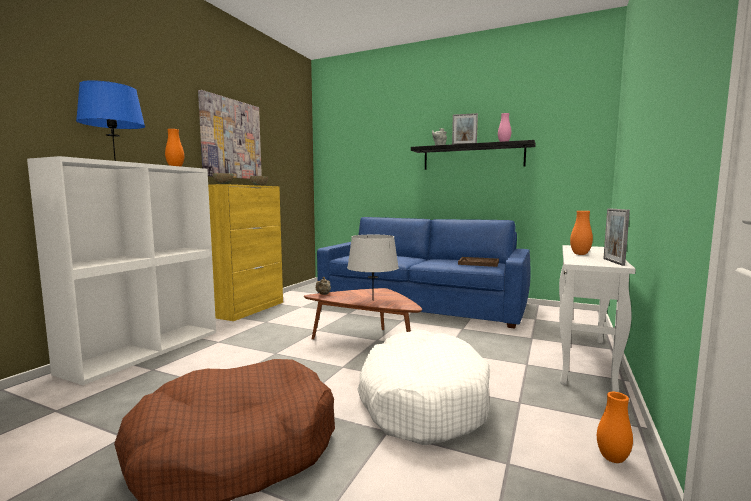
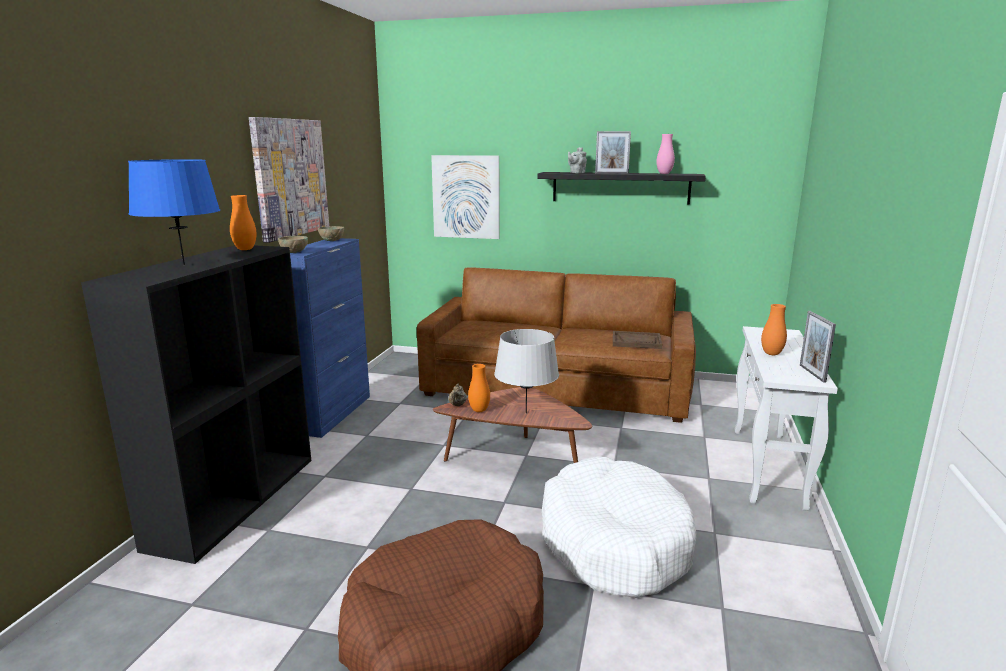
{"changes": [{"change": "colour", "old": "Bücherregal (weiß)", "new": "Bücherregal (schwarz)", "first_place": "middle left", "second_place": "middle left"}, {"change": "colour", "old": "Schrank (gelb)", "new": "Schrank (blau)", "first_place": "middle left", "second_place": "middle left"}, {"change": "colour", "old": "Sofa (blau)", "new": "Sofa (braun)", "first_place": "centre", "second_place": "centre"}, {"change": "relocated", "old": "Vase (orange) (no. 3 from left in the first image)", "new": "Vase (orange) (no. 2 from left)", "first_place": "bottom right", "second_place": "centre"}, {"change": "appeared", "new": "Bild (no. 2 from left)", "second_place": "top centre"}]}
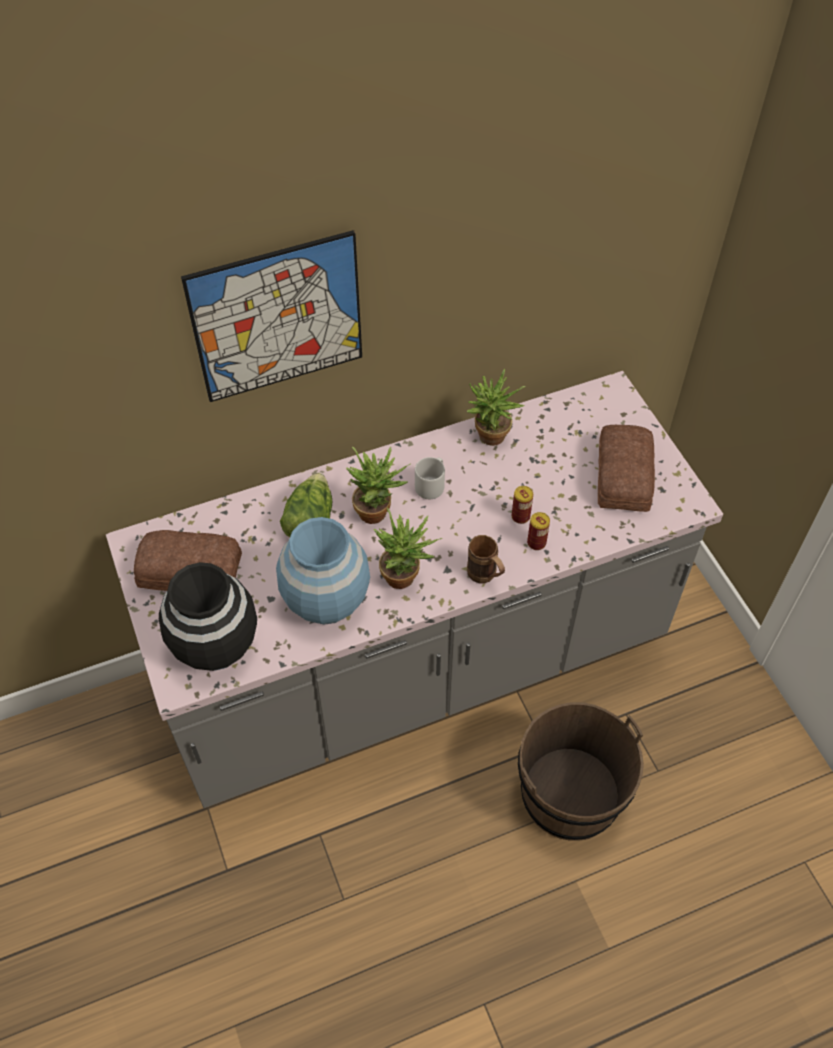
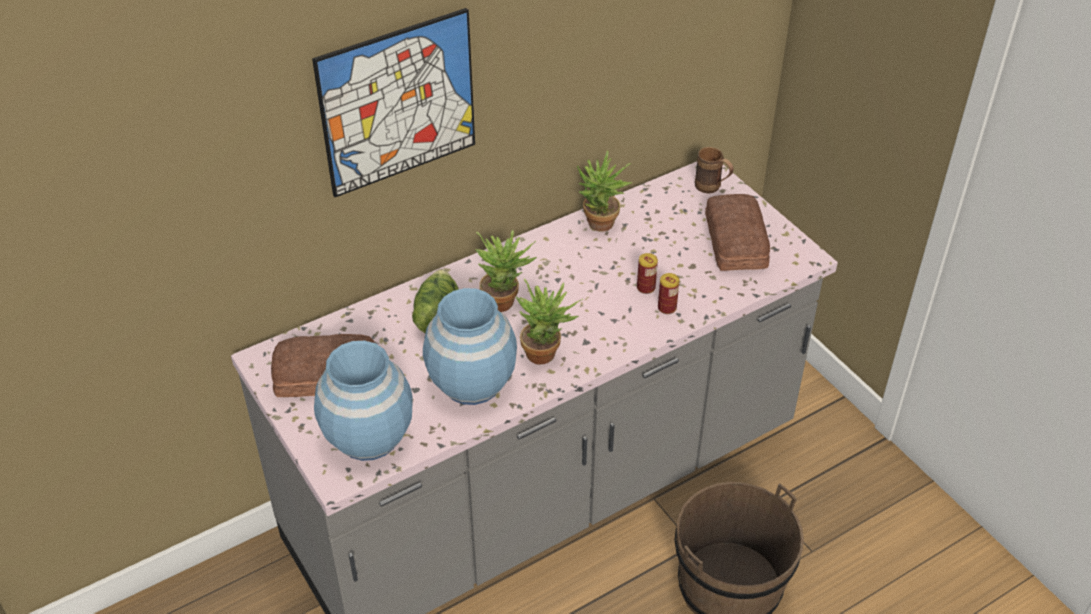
{"changes": [{"change": "colour", "old": "Vase (schwarz)", "new": "Vase (blau) (no. 1 from left)", "first_place": "middle left", "second_place": "middle left"}, {"change": "missing", "old": "Henkelbecher (grau)", "first_place": "centre"}, {"change": "relocated", "old": "Henkelbecher (braun)", "first_place": "centre", "second_place": "top centre"}]}
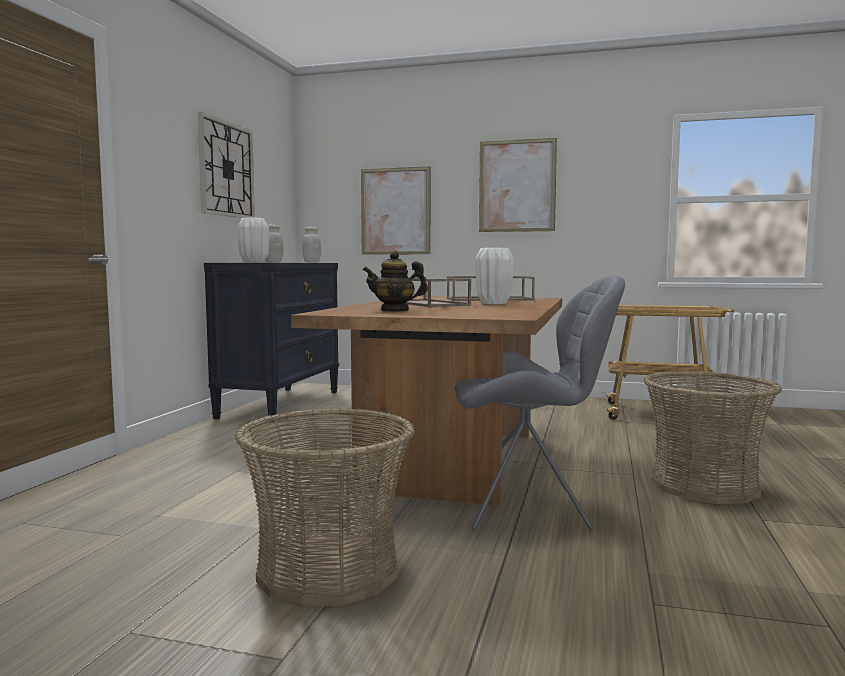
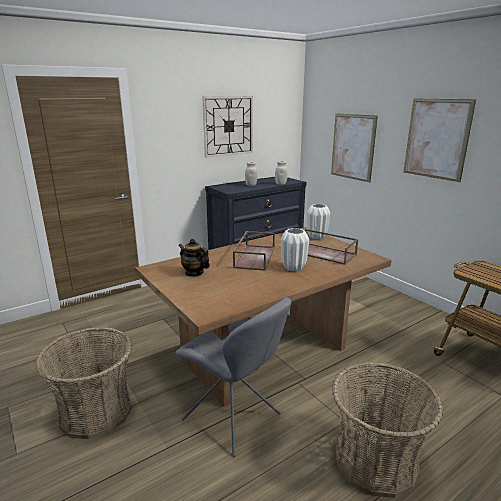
{"changes": [{"change": "relocated", "old": "Vase (weiß) (no. 1 from left in the first image)", "new": "Vase (weiß) (no. 2 from left)", "first_place": "middle left", "second_place": "centre"}]}
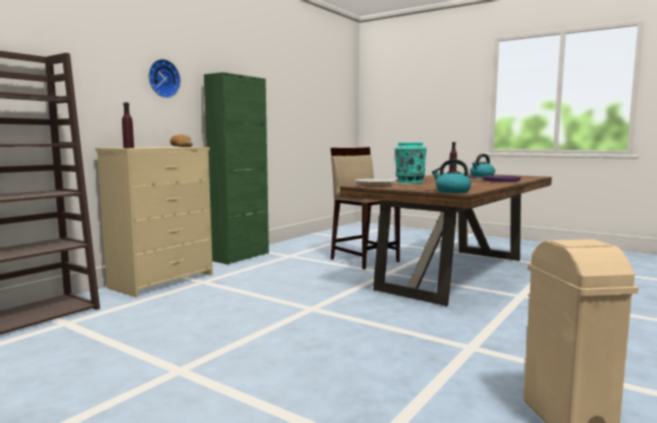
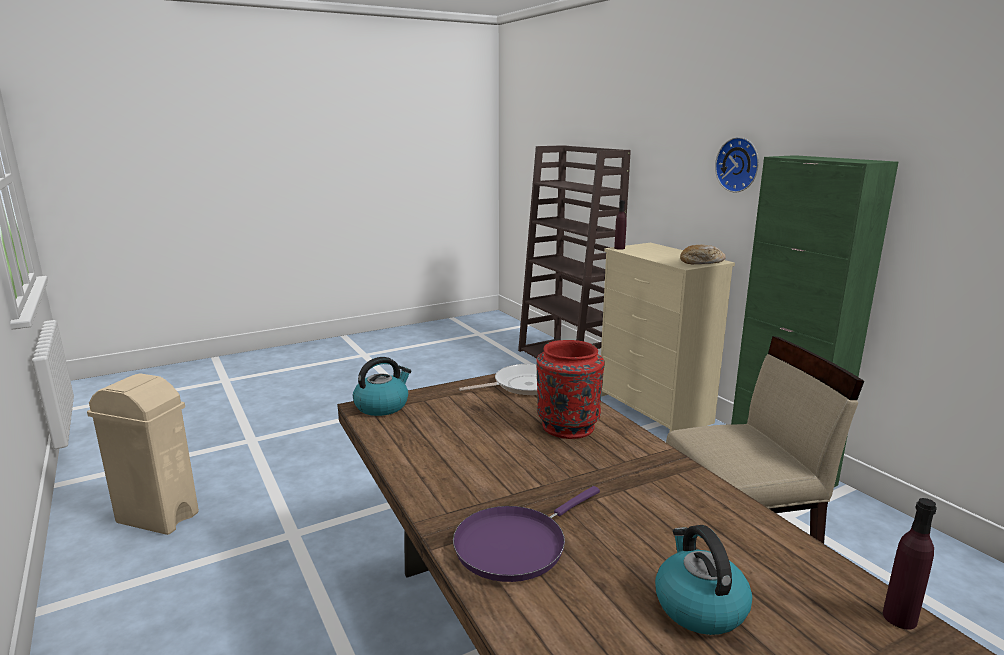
{"changes": [{"change": "colour", "old": "Vase (türkis)", "new": "Vase (rot)", "first_place": "centre", "second_place": "centre"}]}
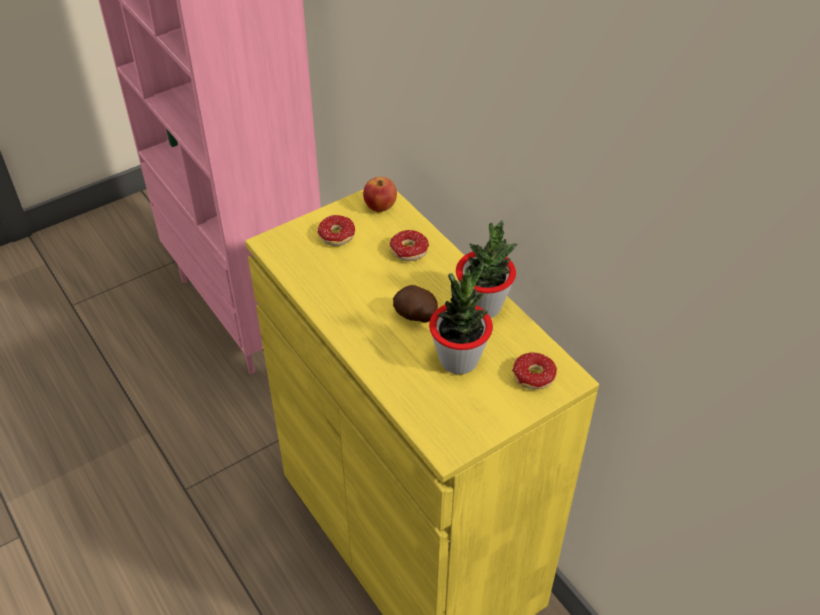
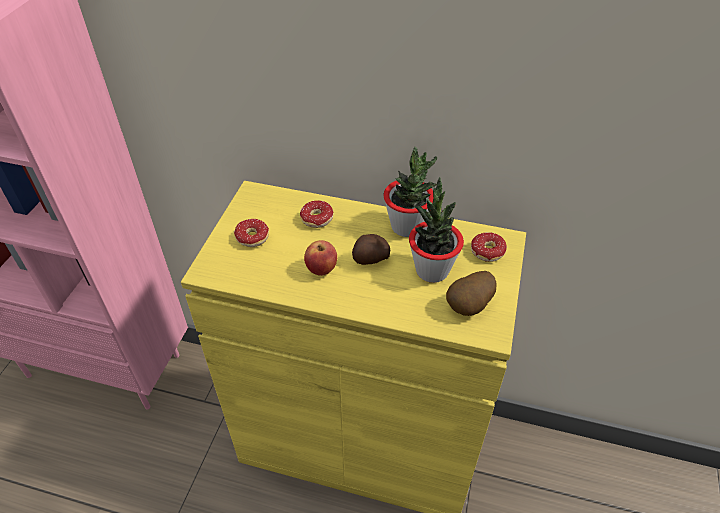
{"changes": [{"change": "relocated", "old": "Apfel", "first_place": "top centre", "second_place": "centre"}, {"change": "appeared", "new": "Kartoffel (no. 2 from left)", "second_place": "centre"}]}
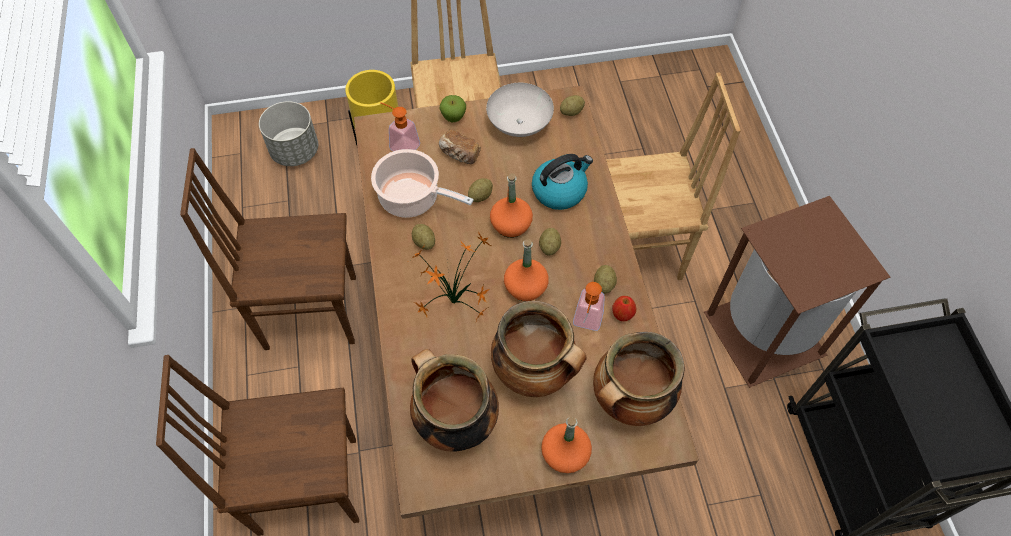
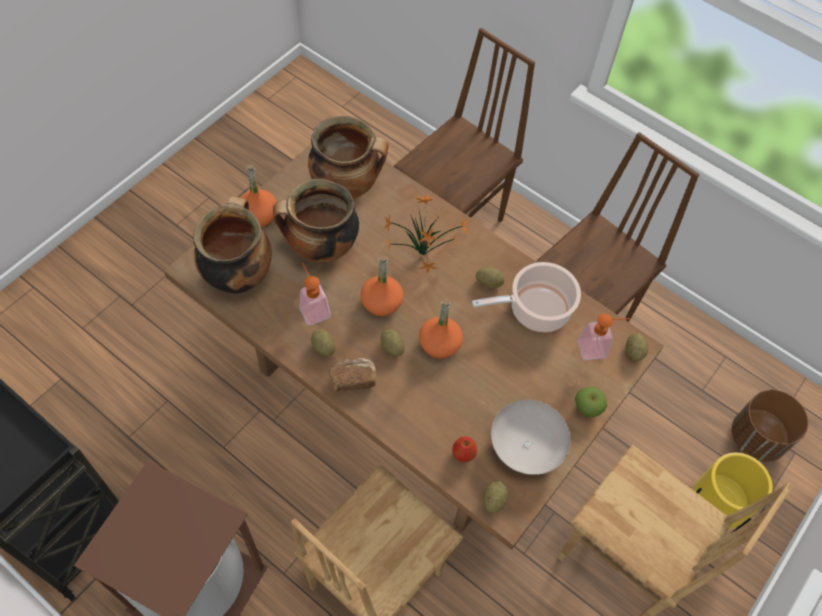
{"changes": [{"change": "colour", "old": "Pflanzkübel (grau)", "new": "Pflanzkübel (braun)", "first_place": "top left", "second_place": "bottom right"}, {"change": "relocated", "old": "Brot", "first_place": "top centre", "second_place": "centre"}, {"change": "relocated", "old": "Kartoffel (no. 2 from left in the first image)", "new": "Kartoffel (no. 5 from left)", "first_place": "centre", "second_place": "middle right"}, {"change": "missing", "old": "Wasserkessel", "first_place": "centre"}, {"change": "relocated", "old": "Apfel (no. 2 from left in the first image)", "new": "Apfel (no. 1 from left)", "first_place": "centre", "second_place": "bottom centre"}]}
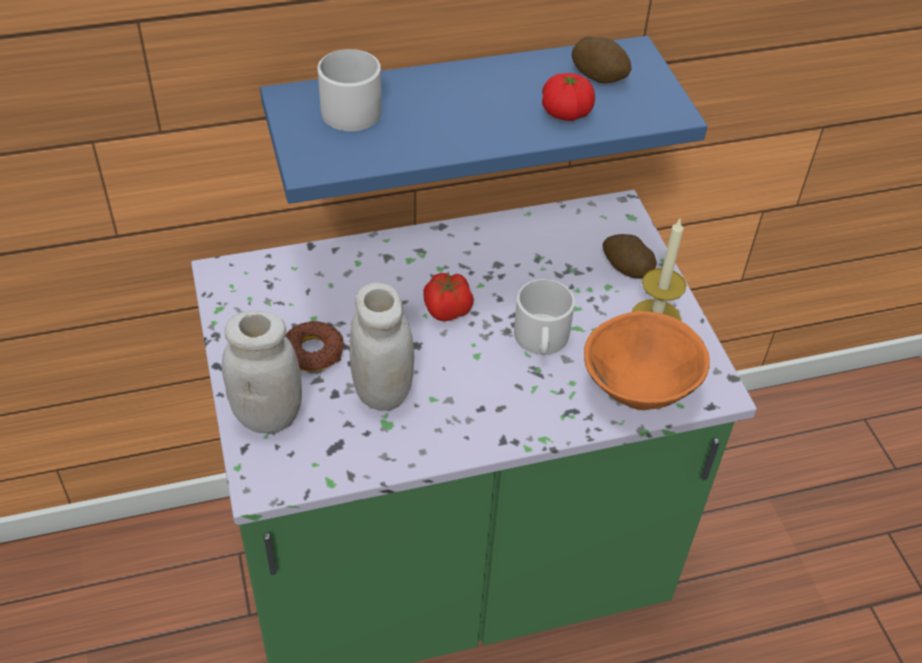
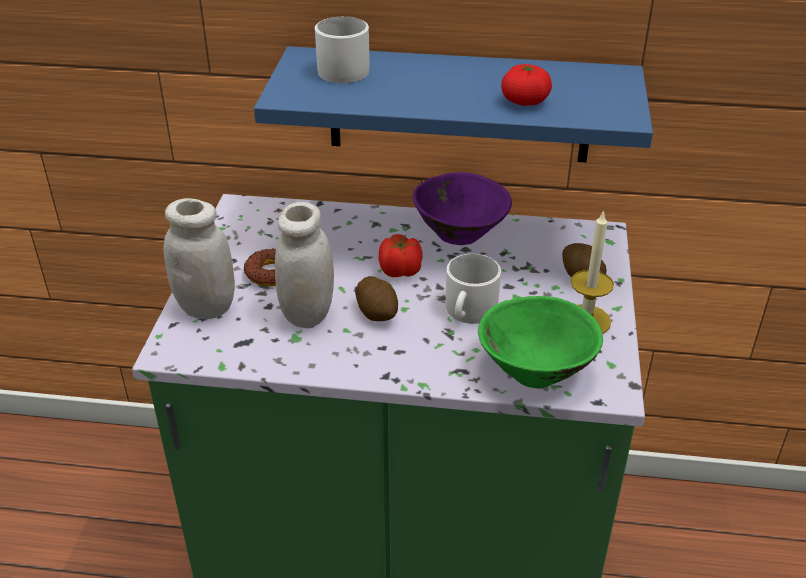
{"changes": [{"change": "relocated", "old": "Kartoffel (no. 1 from left)", "first_place": "top centre", "second_place": "centre"}, {"change": "colour", "old": "Schüssel (orange)", "new": "Schüssel (grün)", "first_place": "middle right", "second_place": "middle right"}, {"change": "appeared", "new": "Schüssel (lila)", "second_place": "centre"}]}
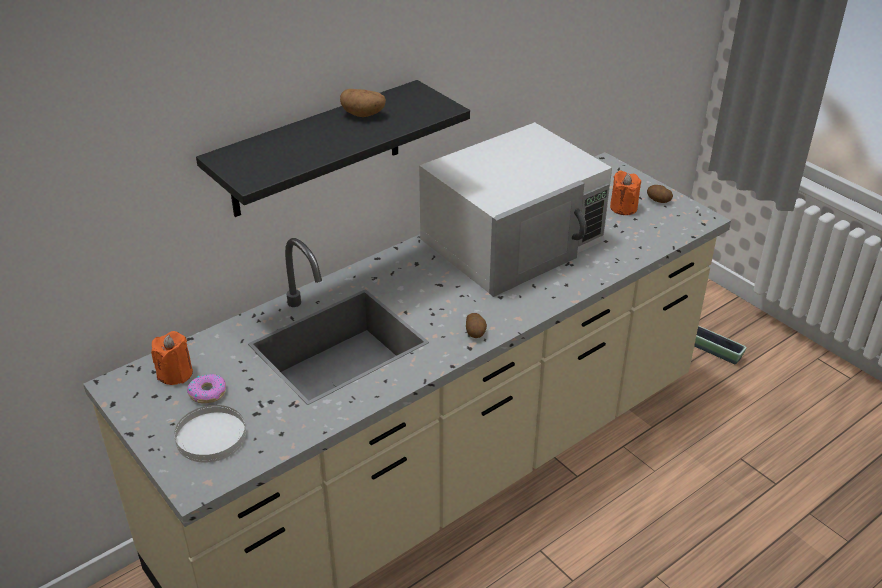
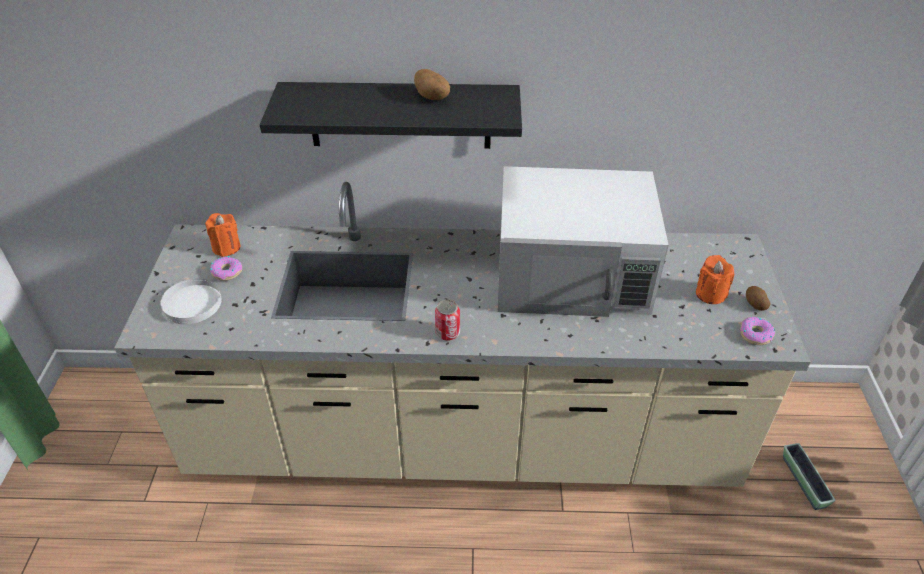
{"changes": [{"change": "exchanged", "old": "Kartoffel (no. 2 from left)", "new": "Dose", "first_place": "centre", "second_place": "centre"}, {"change": "appeared", "new": "Donut (no. 2 from left)", "second_place": "middle right"}]}
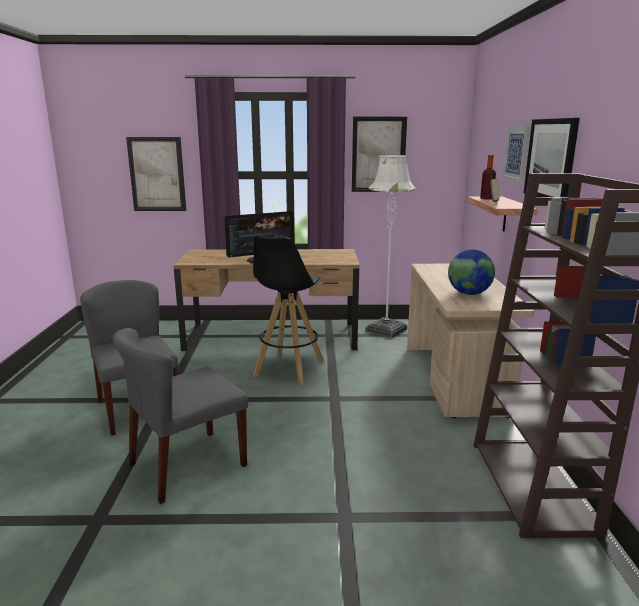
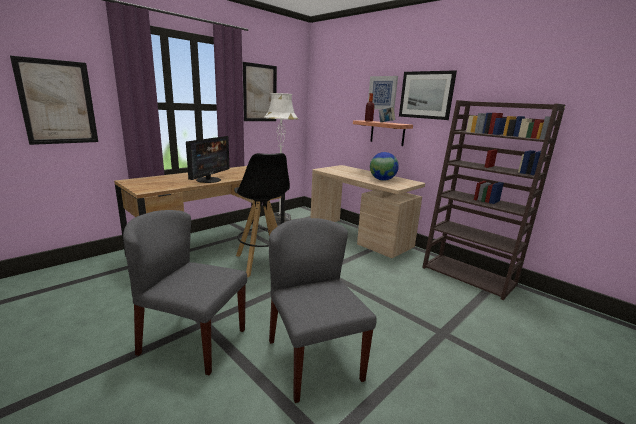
{"changes": [{"change": "spun", "old": "Stuhl (grau) (no. 2 from left)", "first_place": "bottom left", "second_place": "bottom centre", "degrees": 150}]}
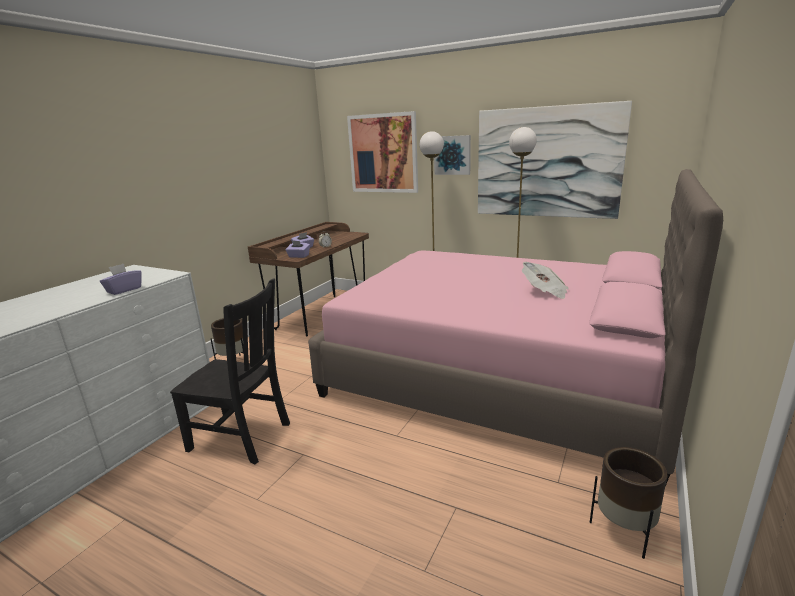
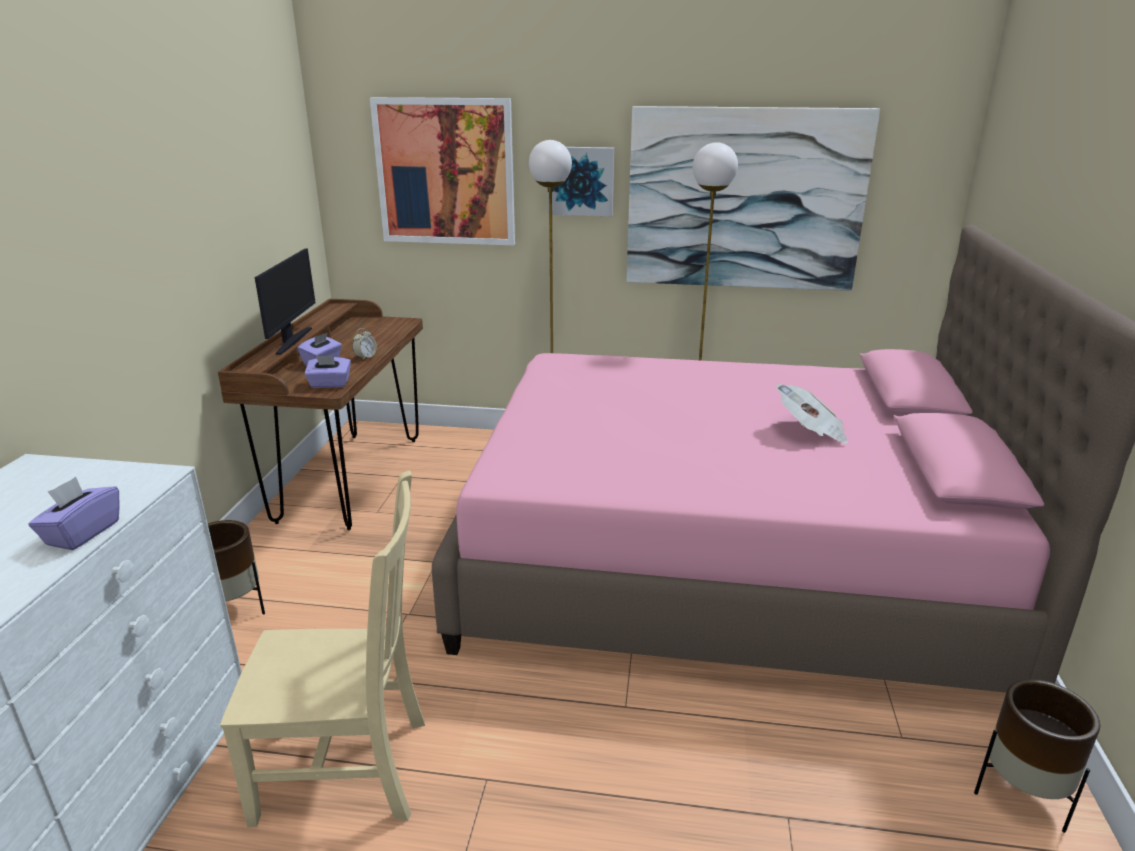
{"changes": [{"change": "colour", "old": "Stuhl (schwarz)", "new": "Stuhl (beige)", "first_place": "middle left", "second_place": "bottom left"}, {"change": "appeared", "new": "Monitor", "second_place": "middle left"}]}
